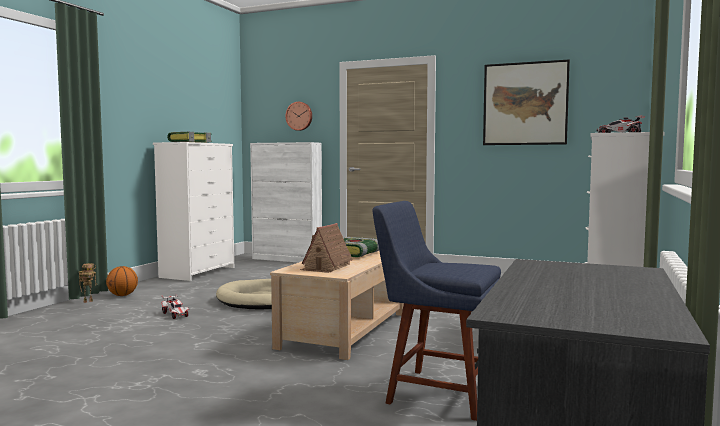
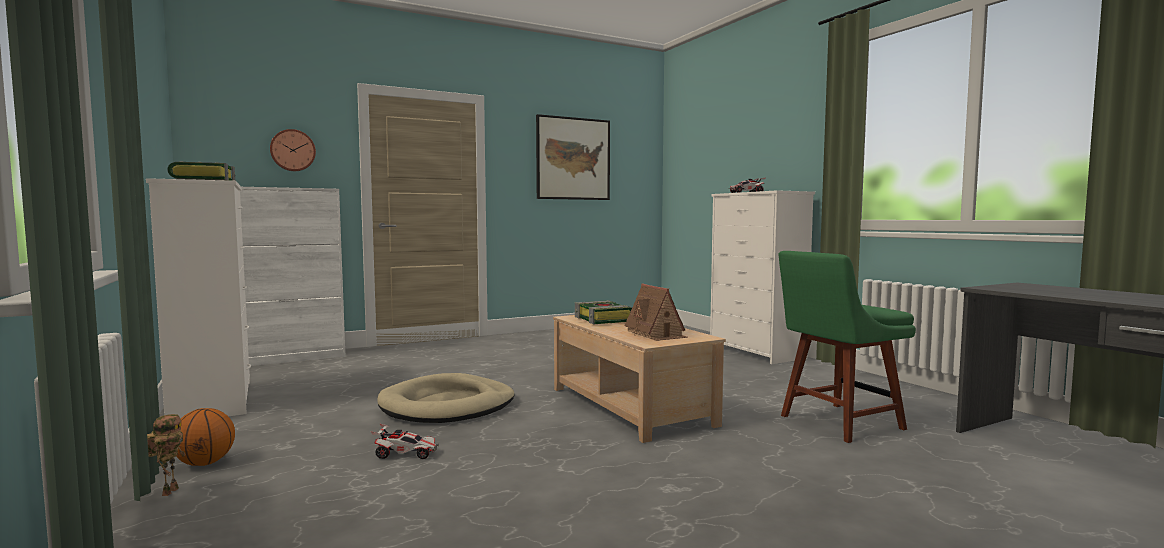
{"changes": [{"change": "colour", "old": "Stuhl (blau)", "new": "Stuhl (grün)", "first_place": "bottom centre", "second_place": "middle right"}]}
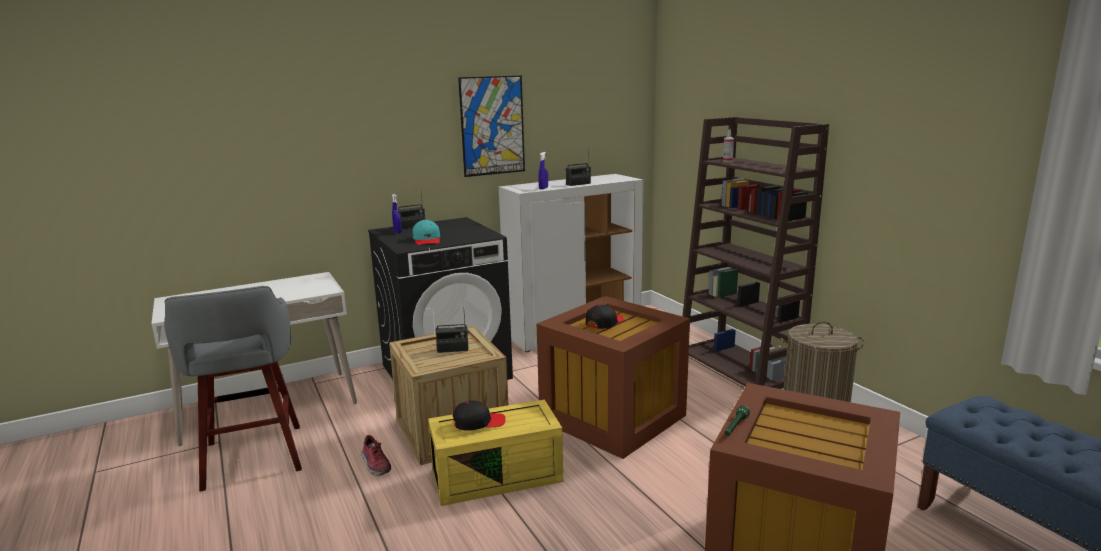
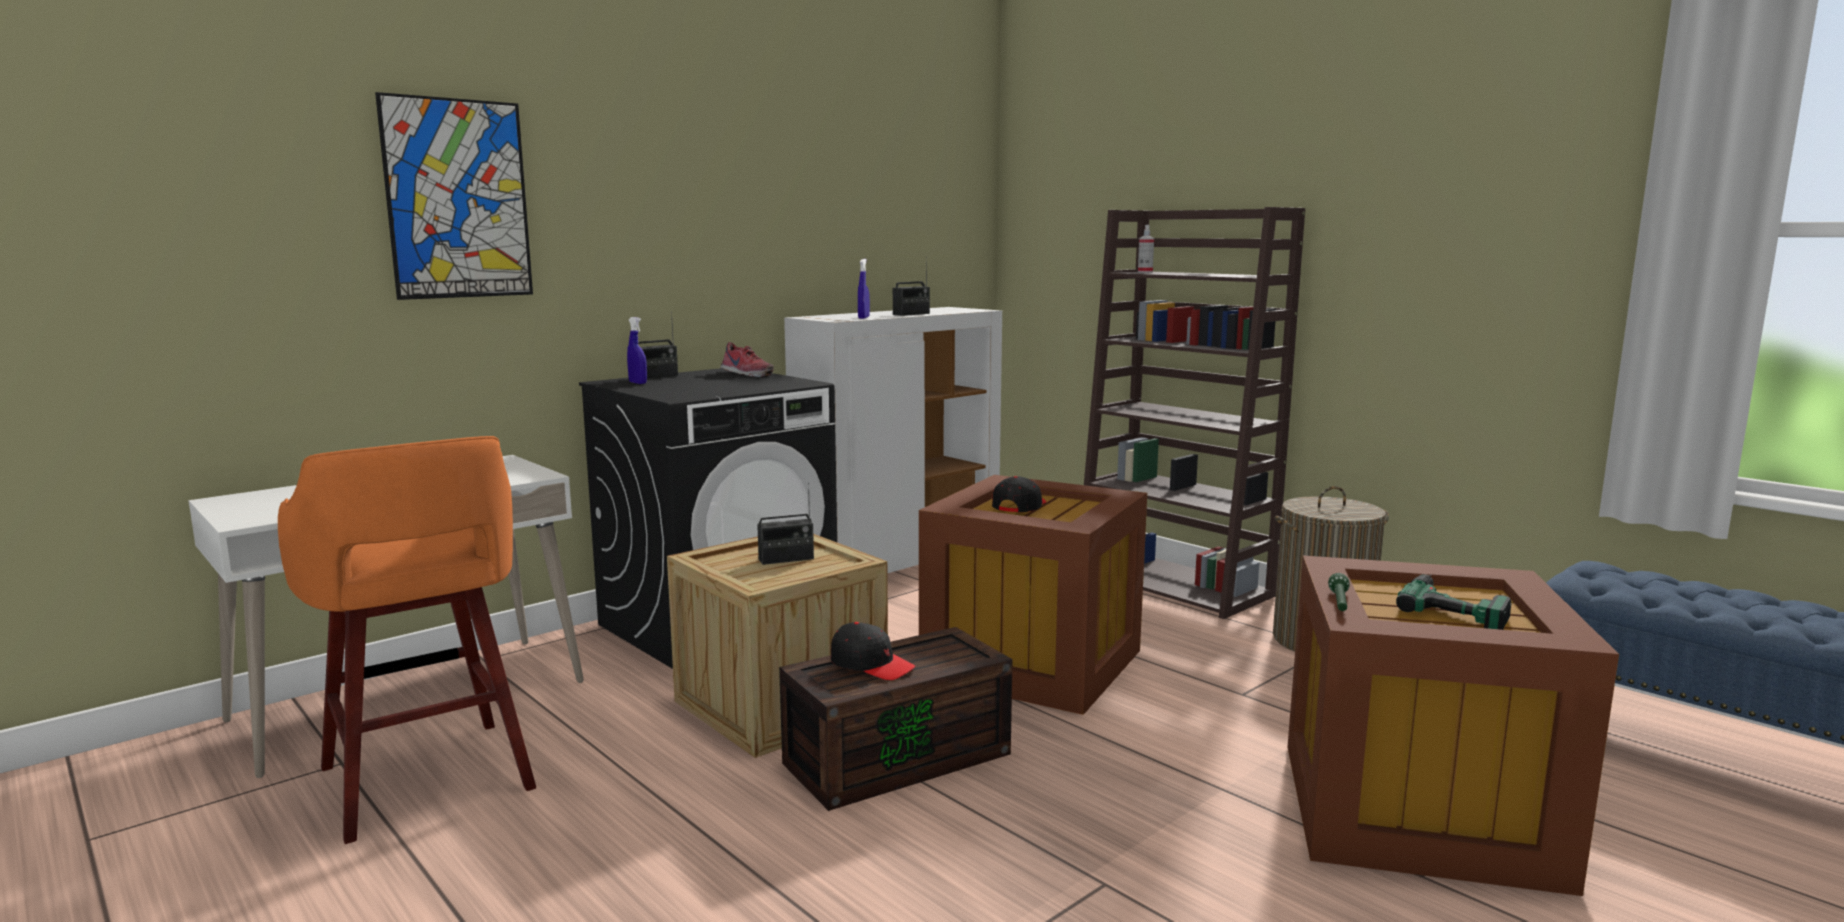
{"changes": [{"change": "colour", "old": "Hocker (grau)", "new": "Hocker (orange)", "first_place": "bottom left", "second_place": "bottom left"}, {"change": "relocated", "old": "Schuh", "first_place": "bottom centre", "second_place": "centre"}, {"change": "missing", "old": "Kappe (türkis)", "first_place": "centre"}, {"change": "colour", "old": "Aufbewahrungsbox (gelb)", "new": "Aufbewahrungsbox (braun) (no. 1 from left)", "first_place": "bottom centre", "second_place": "bottom centre"}, {"change": "spun", "old": "Kappe (schwarz) (no. 1 from left)", "first_place": "bottom centre", "second_place": "bottom centre", "degrees": 60}, {"change": "relocated", "old": "Bild", "first_place": "top centre", "second_place": "top left"}, {"change": "appeared", "new": "Bohrmaschine", "second_place": "middle right"}]}
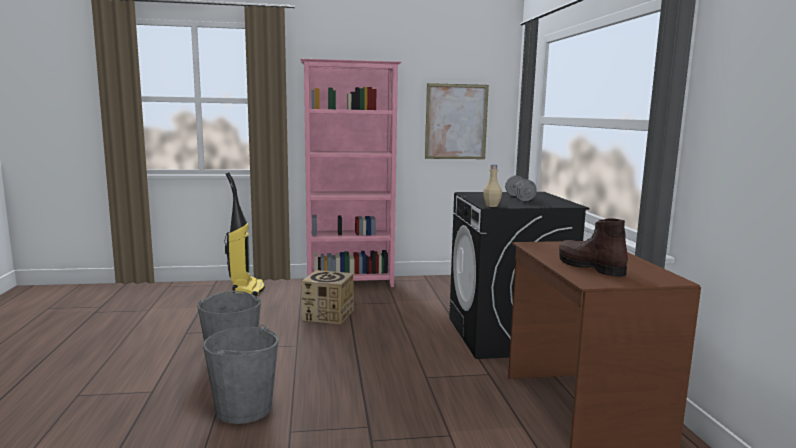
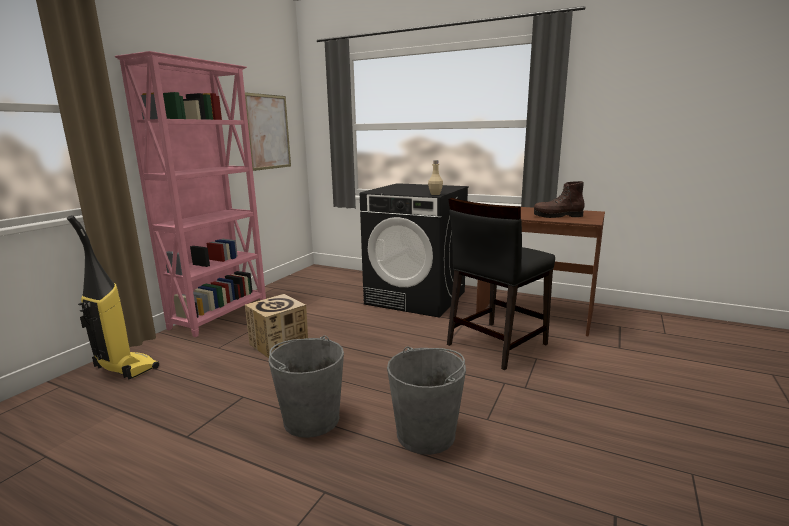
{"changes": [{"change": "missing", "old": "Hantel (grau)", "first_place": "centre"}, {"change": "appeared", "new": "Stuhl (schwarz)", "second_place": "centre"}]}
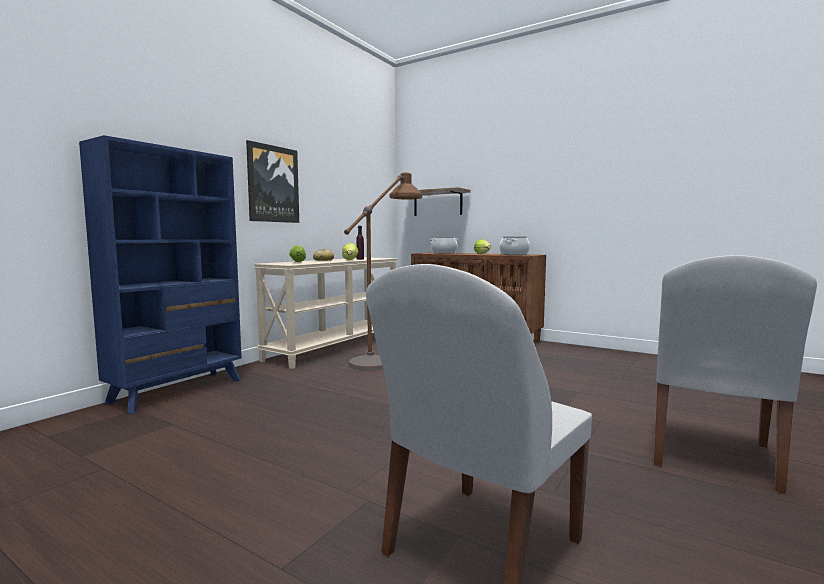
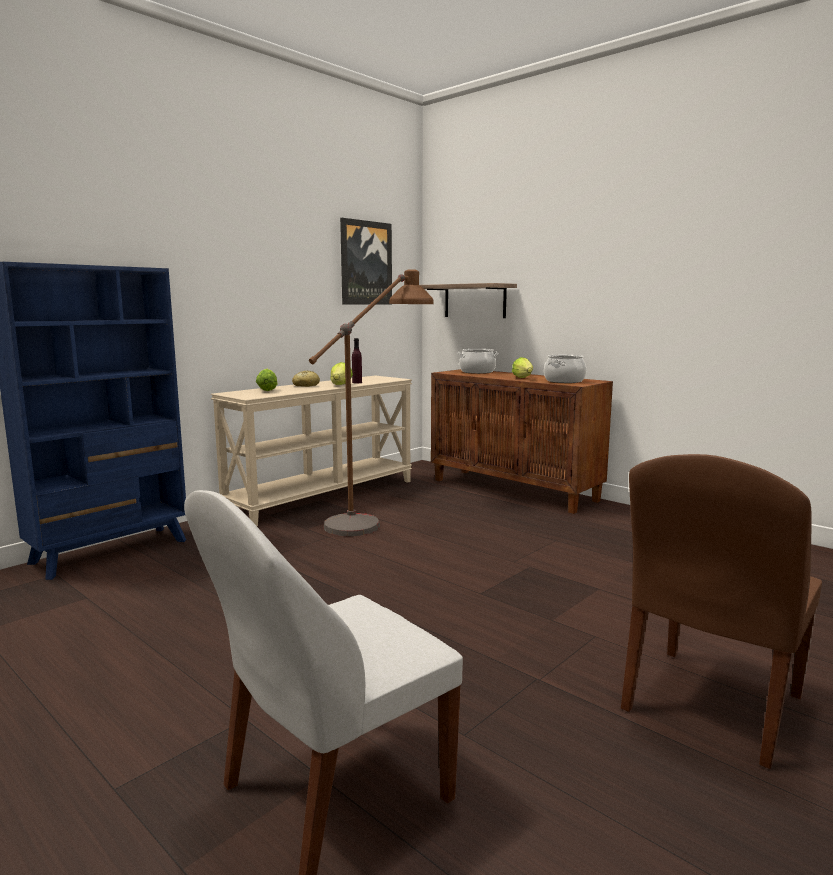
{"changes": [{"change": "relocated", "old": "Bild", "first_place": "top left", "second_place": "top centre"}, {"change": "colour", "old": "Stuhl (weiß) (no. 2 from left)", "new": "Stuhl (braun)", "first_place": "middle right", "second_place": "bottom right"}]}
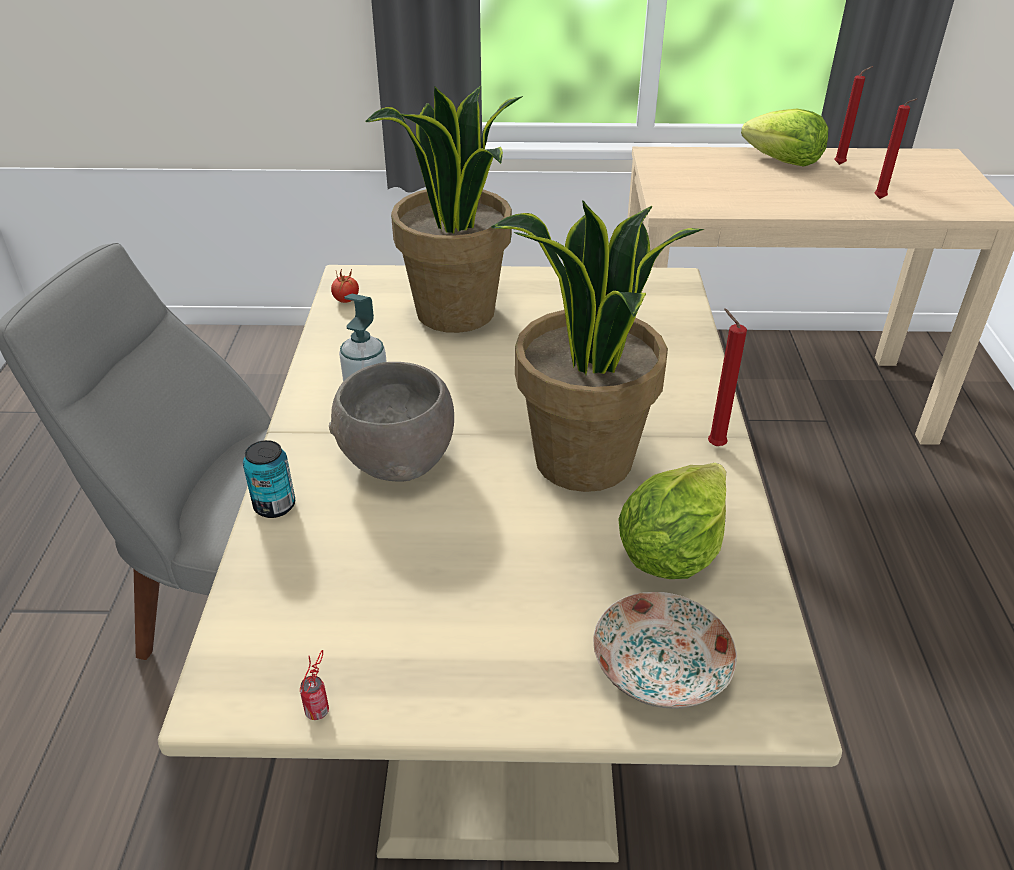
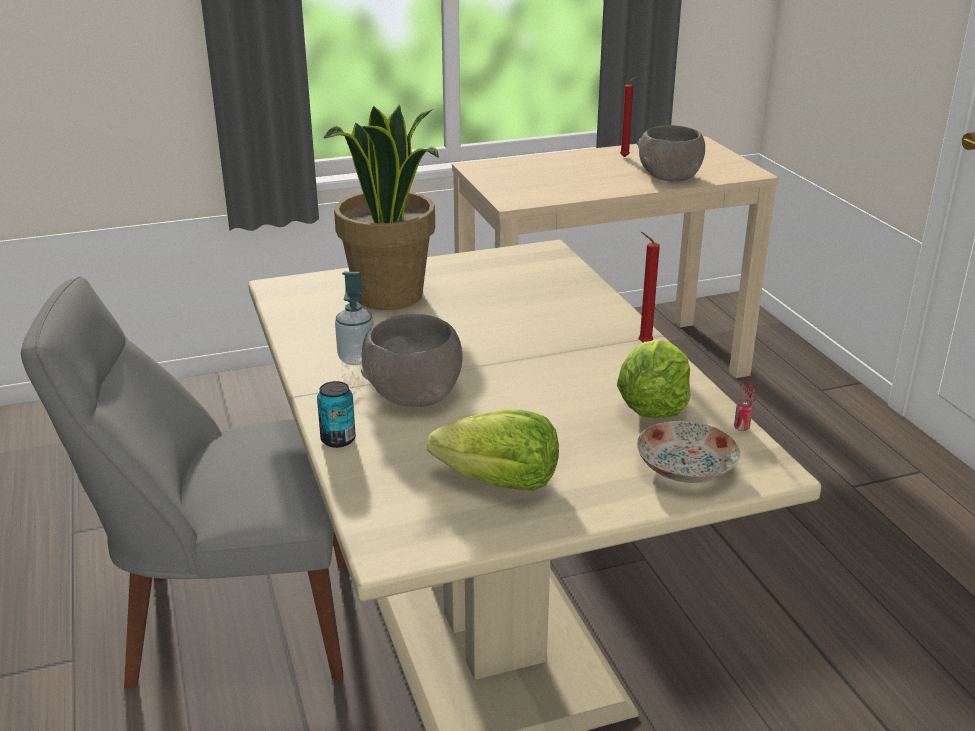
{"changes": [{"change": "relocated", "old": "Dose (no. 2 from left)", "first_place": "bottom left", "second_place": "middle right"}, {"change": "missing", "old": "Tomate", "first_place": "top centre"}, {"change": "missing", "old": "Topfpflanze (no. 2 from left)", "first_place": "centre"}, {"change": "relocated", "old": "Salatkopf (no. 2 from left in the first image)", "new": "Salatkopf (no. 1 from left)", "first_place": "top right", "second_place": "centre"}, {"change": "exchanged", "old": "Kerze (rot) (no. 3 from left)", "new": "Schüssel (grau) (no. 2 from left)", "first_place": "top right", "second_place": "top right"}]}
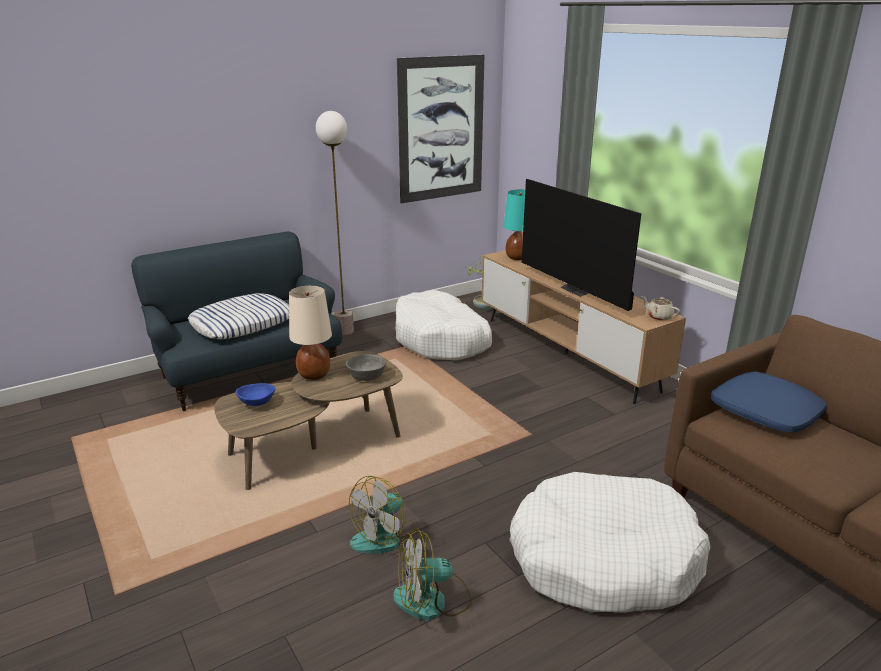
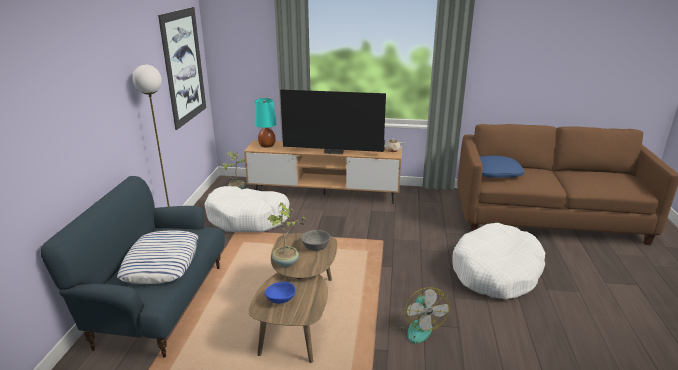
{"changes": [{"change": "exchanged", "old": "Tischlampe (beige)", "new": "Topfpflanze (no. 2 from left)", "first_place": "centre", "second_place": "centre"}, {"change": "missing", "old": "Ventilator (no. 2 from left)", "first_place": "bottom centre"}]}
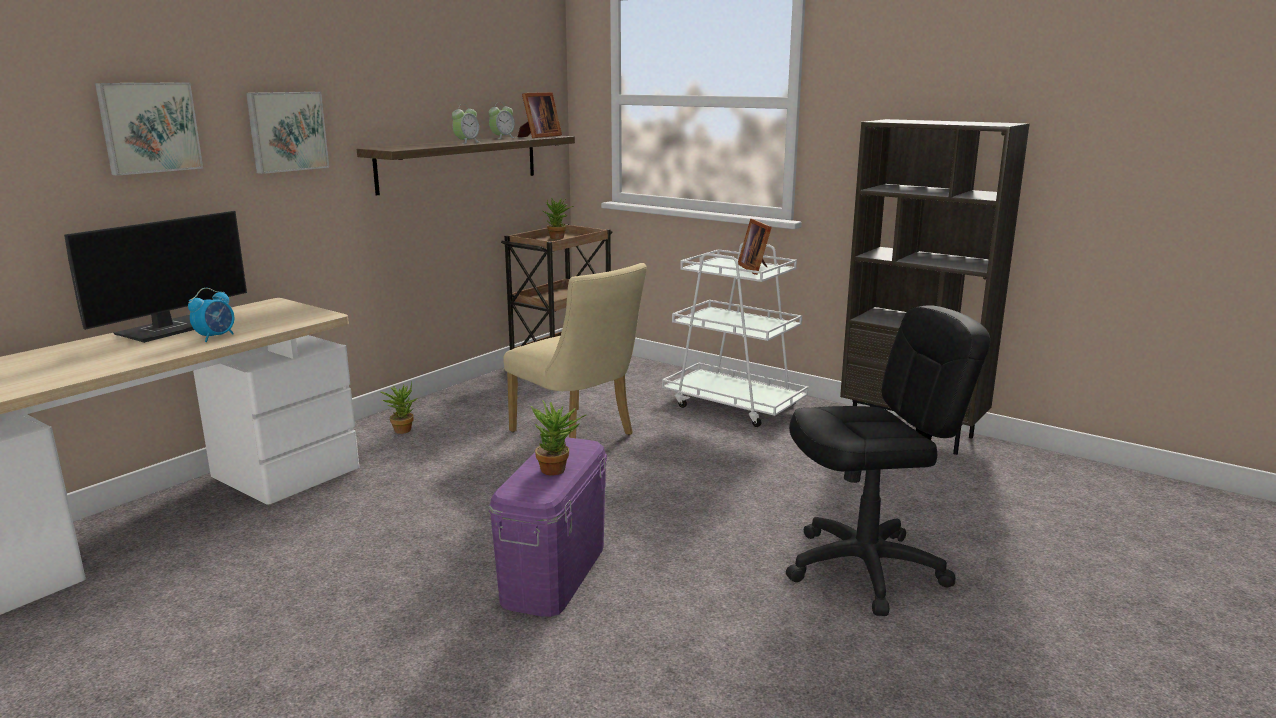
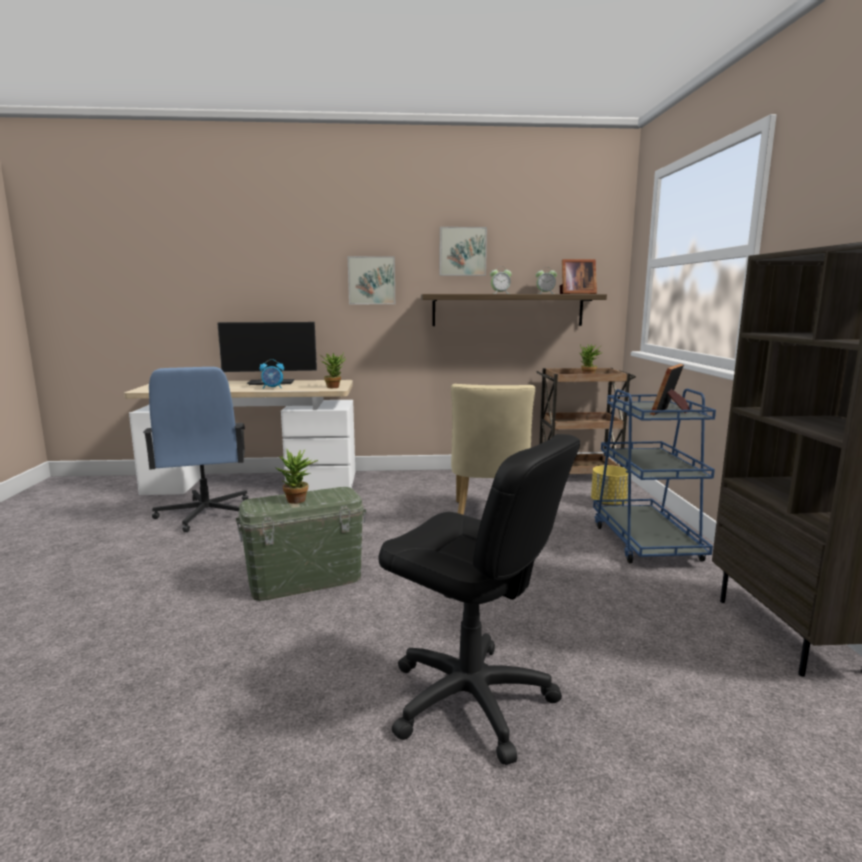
{"changes": [{"change": "relocated", "old": "Bild (no. 1 from left in the first image)", "new": "Bild (no. 2 from left)", "first_place": "top left", "second_place": "top centre"}, {"change": "relocated", "old": "Topfpflanze (no. 1 from left in the first image)", "new": "Topfpflanze (no. 2 from left)", "first_place": "middle left", "second_place": "centre"}, {"change": "colour", "old": "Aufbewahrungsbox (lila)", "new": "Aufbewahrungsbox (grün)", "first_place": "bottom centre", "second_place": "centre"}, {"change": "colour", "old": "Rollwagen (weiß)", "new": "Rollwagen (blau)", "first_place": "centre", "second_place": "middle right"}, {"change": "appeared", "new": "Bürostuhl (blau)", "second_place": "middle left"}, {"change": "appeared", "new": "Pflanzkübel (gelb)", "second_place": "middle right"}]}
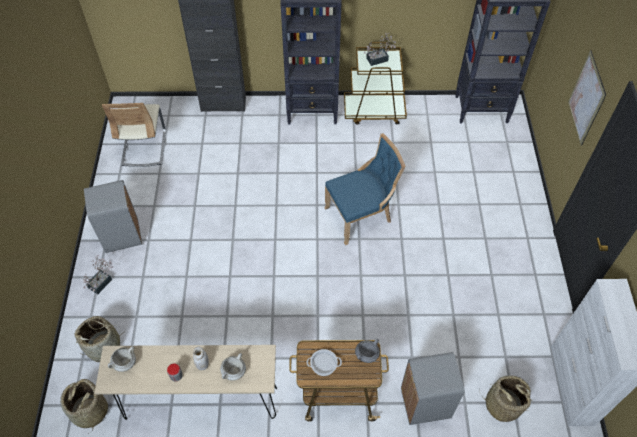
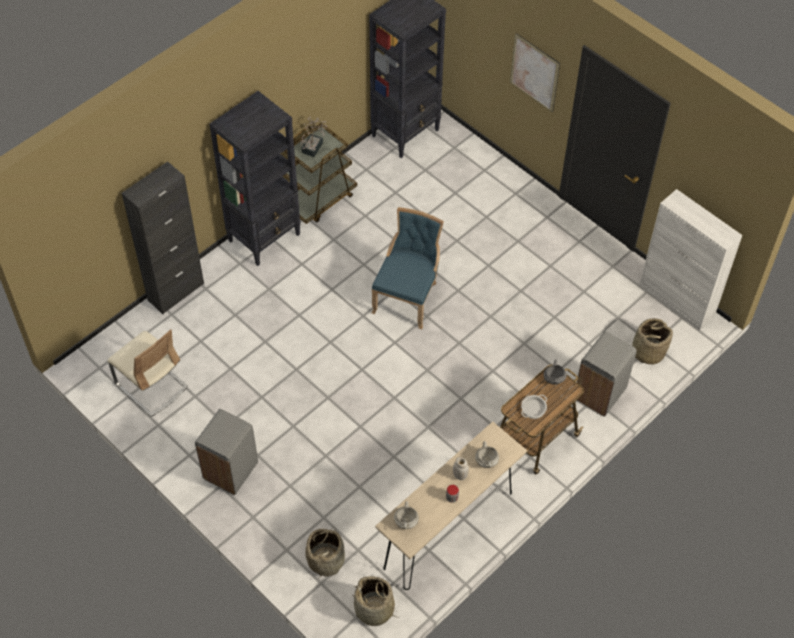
{"changes": [{"change": "missing", "old": "Topfpflanze (no. 1 from left)", "first_place": "middle left"}]}
